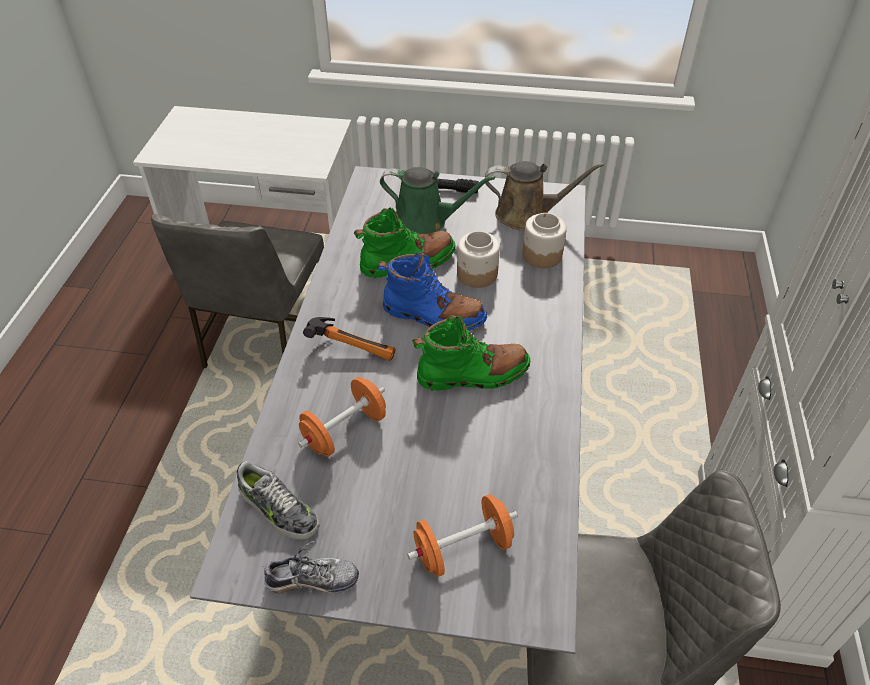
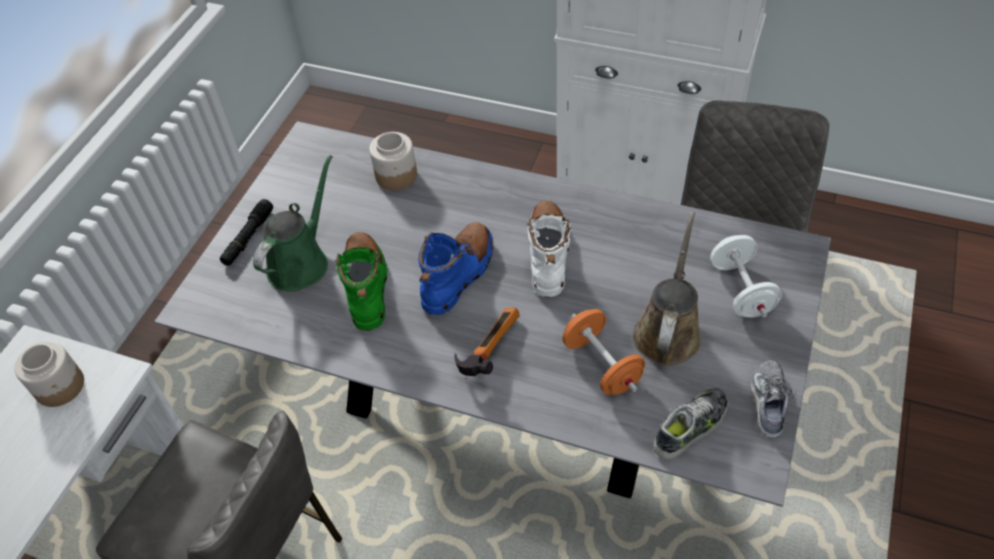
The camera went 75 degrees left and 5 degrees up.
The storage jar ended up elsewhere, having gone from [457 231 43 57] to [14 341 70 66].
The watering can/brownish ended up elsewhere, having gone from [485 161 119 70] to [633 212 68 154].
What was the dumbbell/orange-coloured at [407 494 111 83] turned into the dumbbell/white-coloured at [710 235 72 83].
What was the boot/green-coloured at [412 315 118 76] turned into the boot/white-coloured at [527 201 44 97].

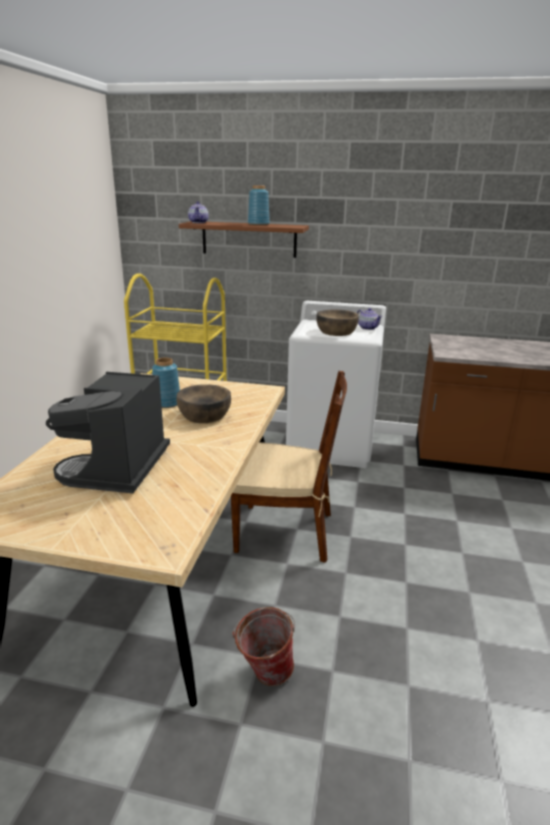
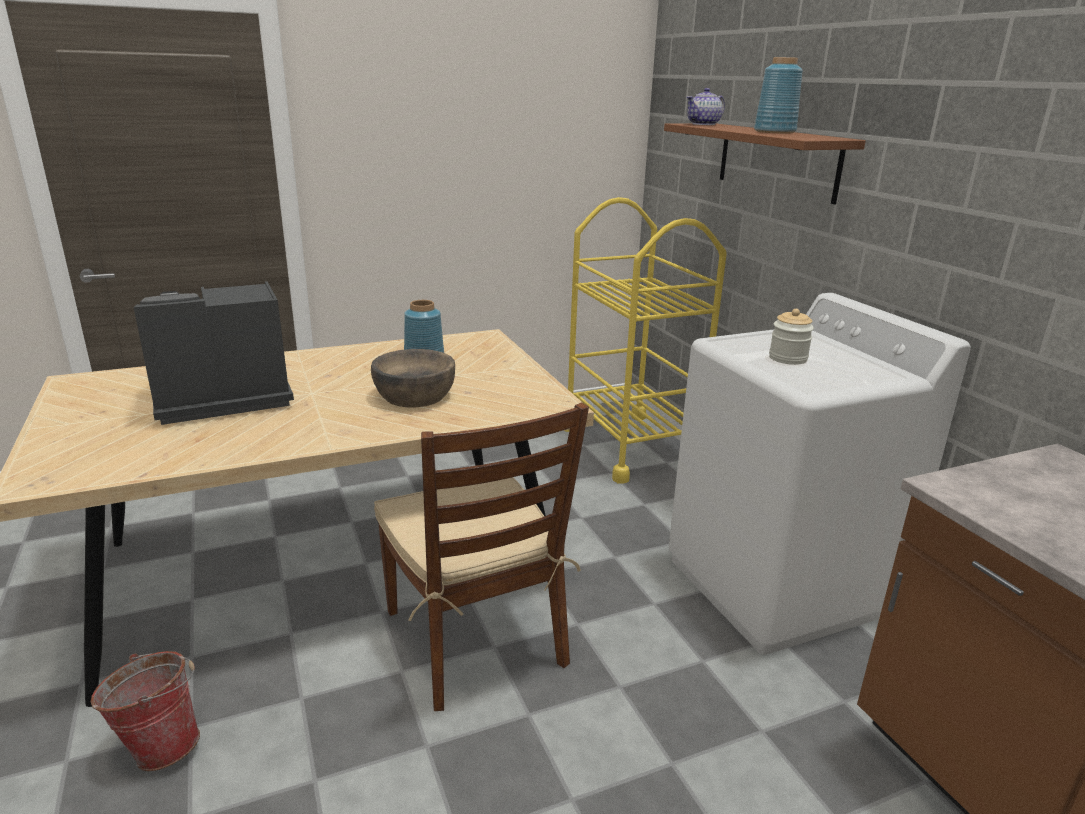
The camera went 55 degrees right and 0 degrees up.
The second view lost the pot for tea at [357 308 25 22].
Where the bowl/brownish stood at [316 309 43 27], the storage jar came to stand at [769 309 45 56].

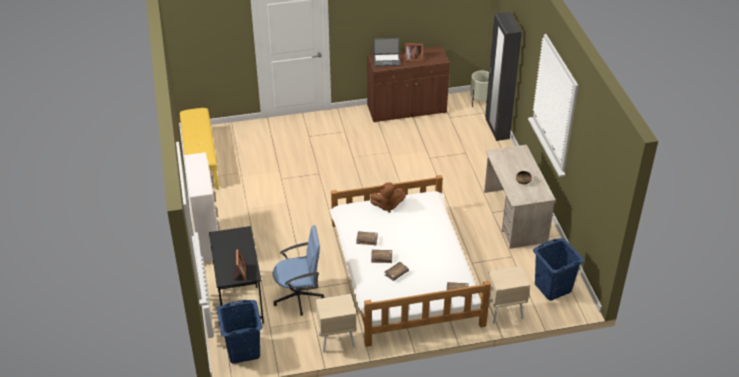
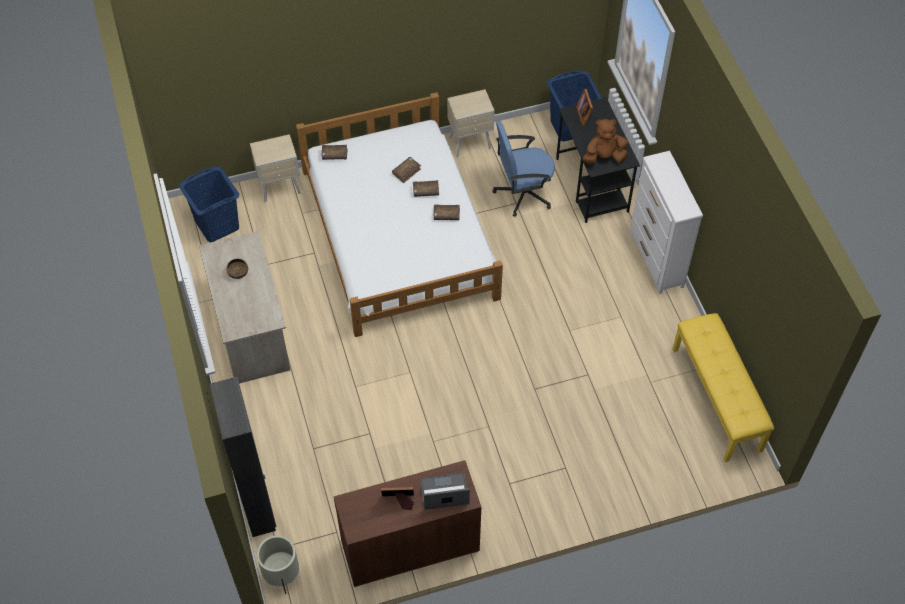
The camera went 175 degrees right and 15 degrees up.
The cuddly toy/brownish ended up elsewhere, having gone from [370 183 36 30] to [583 119 45 46].

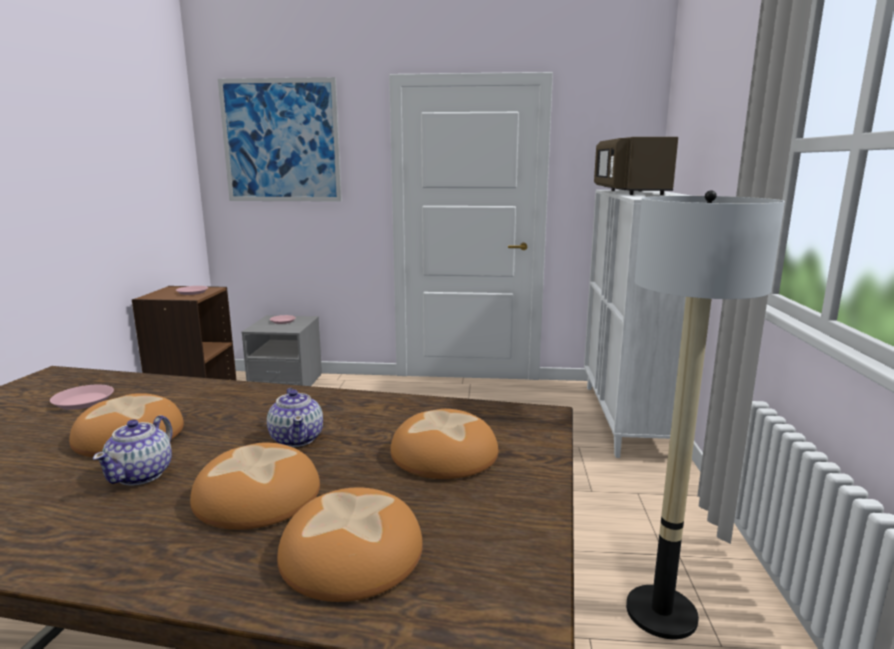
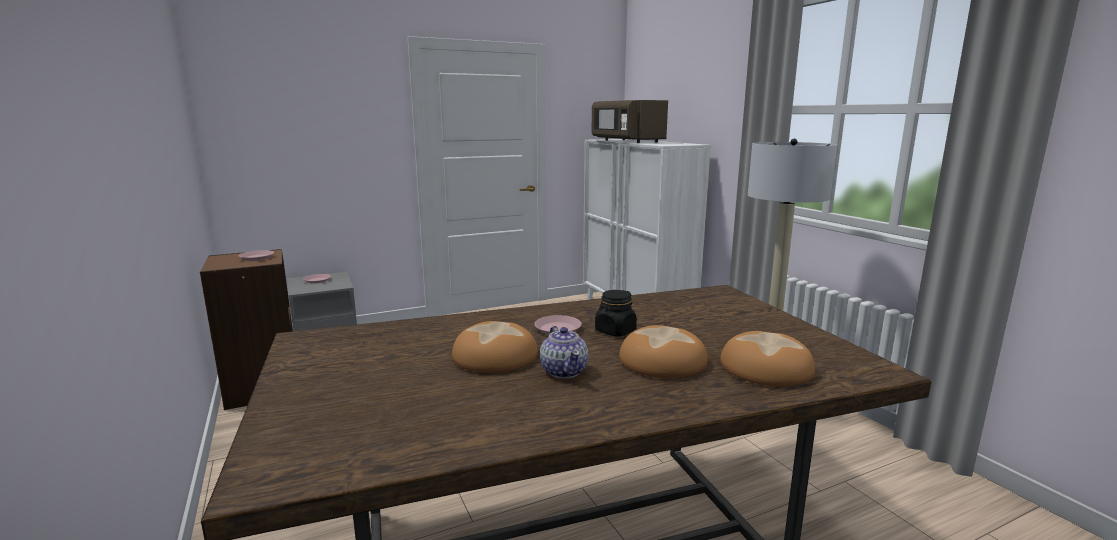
The camera went 30 degrees left and 0 degrees up.
The second view lost the picture at [218 77 124 125].
The second view lost the baked bread at [390 409 108 70].
The plate/pinkish ended up elsewhere, having gone from [50 385 64 25] to [535 315 47 20].
Where the pot for tea stood at [267 388 56 59], the storage jar/black-coloured came to stand at [595 290 42 46].

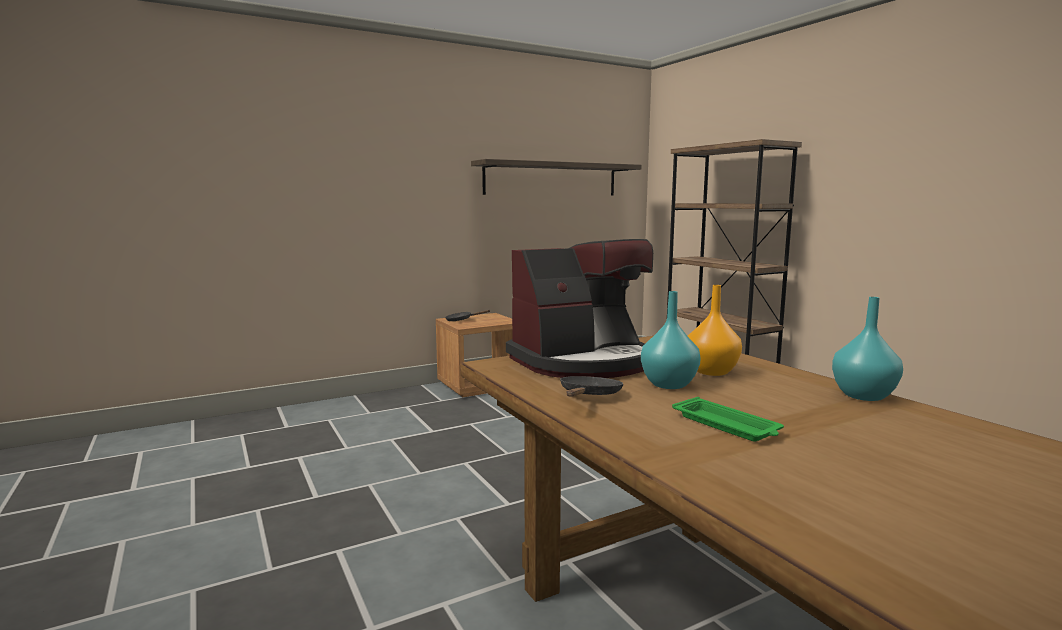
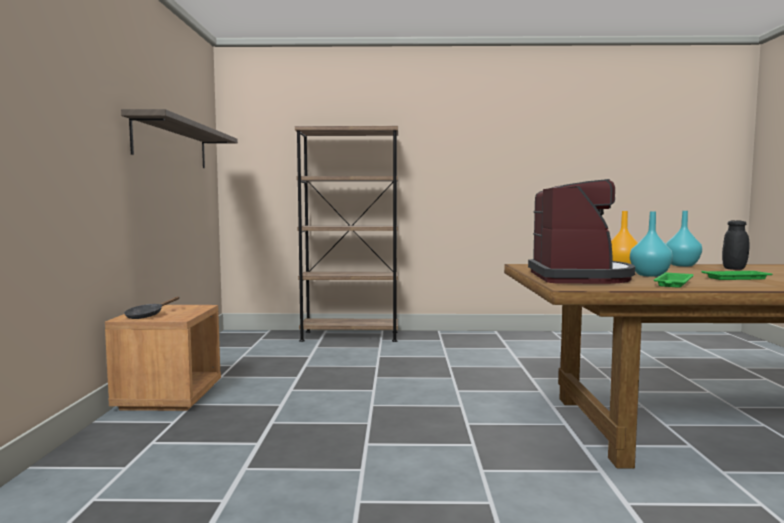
The camera went 60 degrees left and 5 degrees down.
The second view gained the storage jar/black-coloured at [722 220 28 50].
Where the pan/black-coloured stood at [560 376 64 21], the tray/green-coloured came to stand at [654 272 39 16].

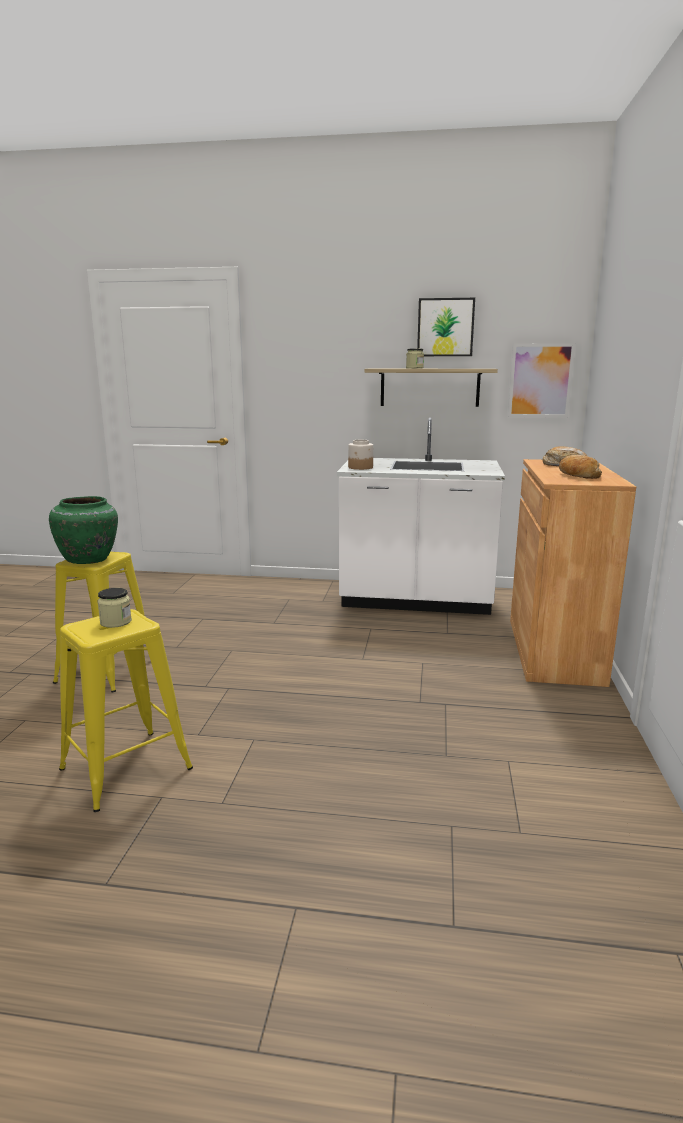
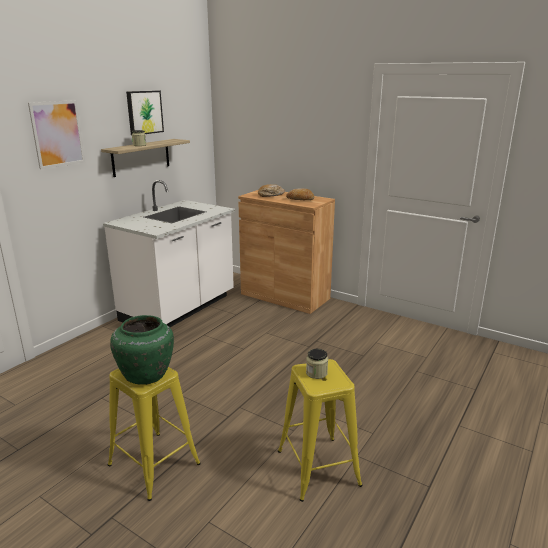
The camera went 65 degrees left and 5 degrees up.
The second view lost the storage jar at [348 440 25 30].
The picture ended up elsewhere, having gone from [508 343 68 75] to [28 100 57 69].

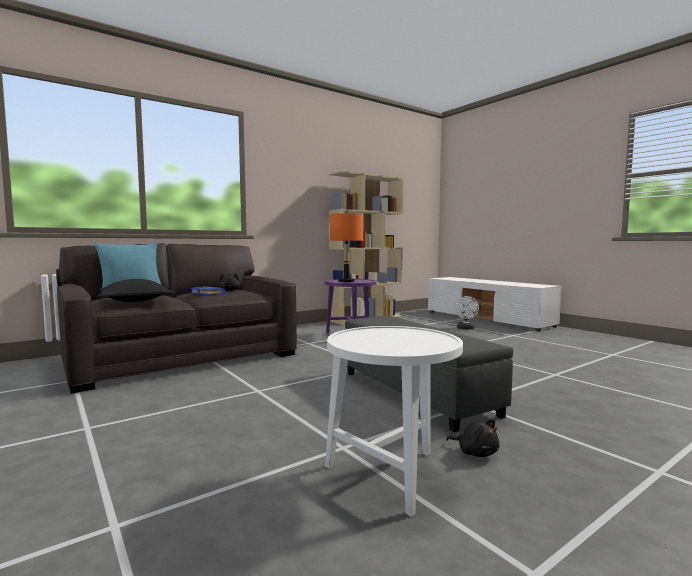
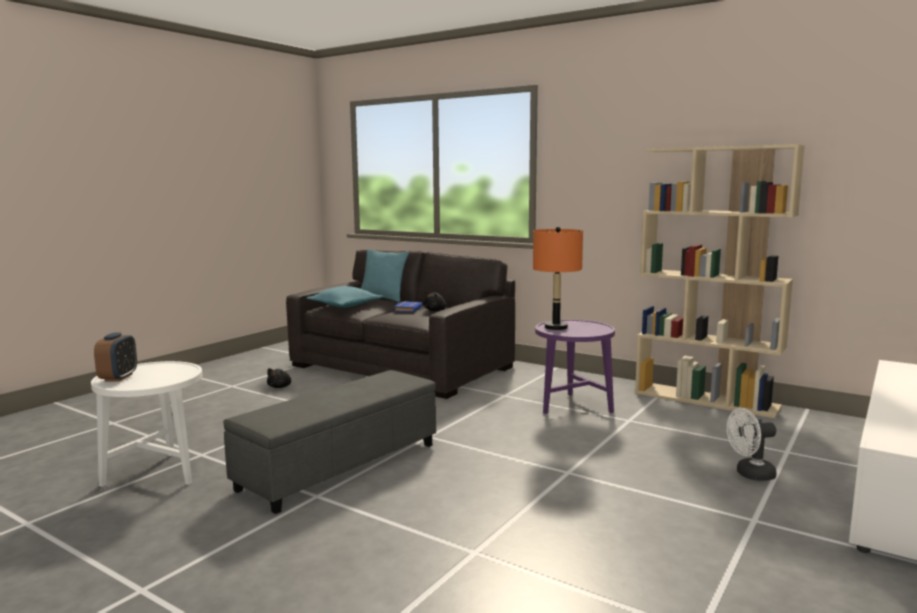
The camera went 70 degrees right and 5 degrees up.
The second view gained the bedside clock at [94 332 43 49].
The cuddly toy/black-coloured ended up elsewhere, having gone from [446 420 54 37] to [267 368 24 20].
What was the throw pillow/black-coloured at [97 279 76 23] turned into the throw pillow/turquoise at [306 286 77 21].

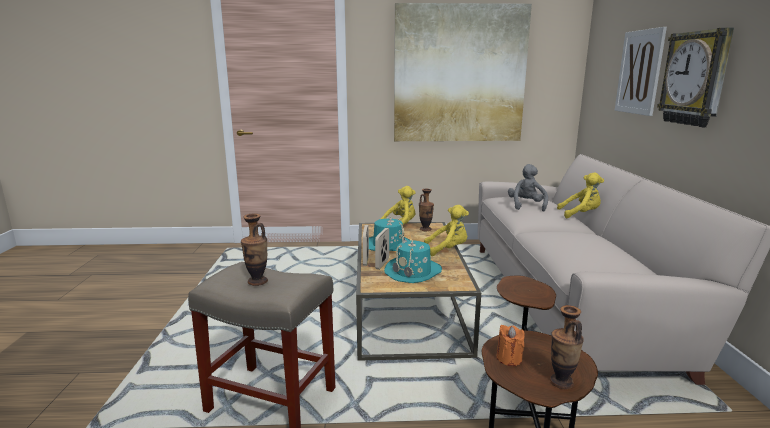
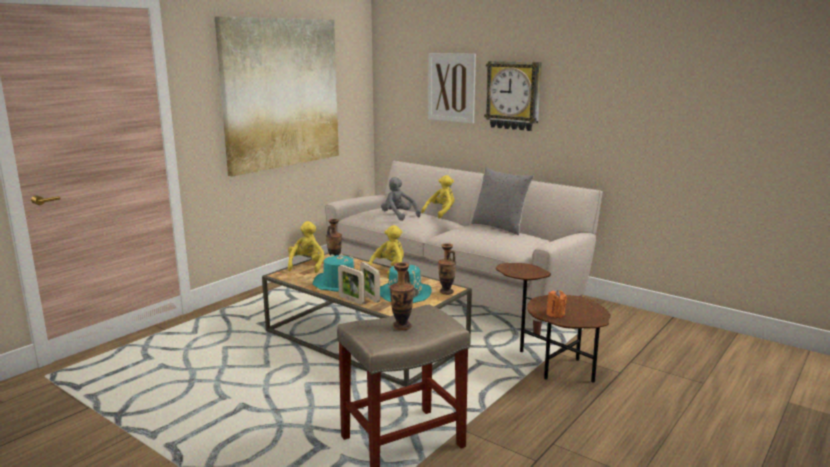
The camera went 50 degrees left and 0 degrees up.
The second view gained the throw pillow/grey at [471 167 63 68].
The flower vase ended up elsewhere, having gone from [550 305 34 84] to [438 243 18 52].

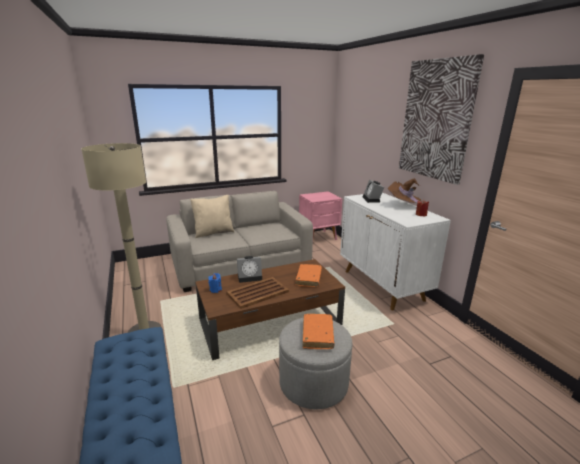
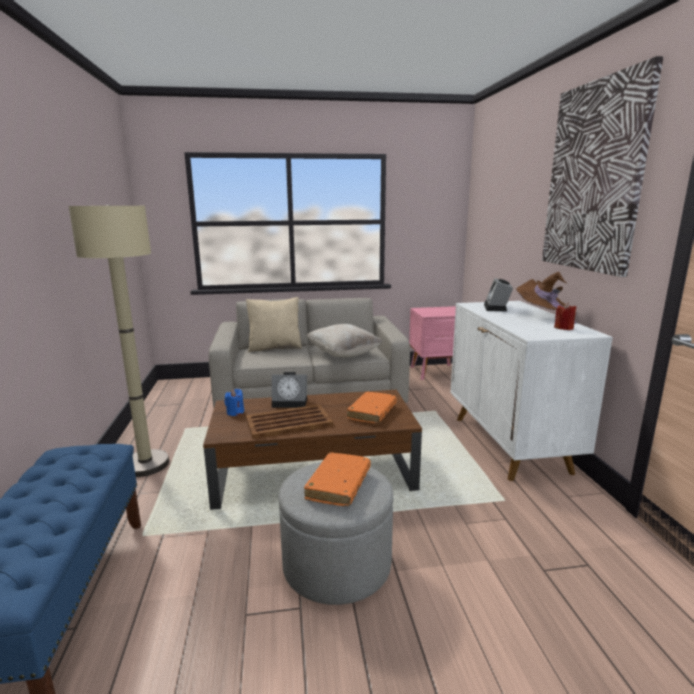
The camera went 15 degrees right and 5 degrees down.
The second view gained the throw pillow/beige-coloured at [306 324 77 33].

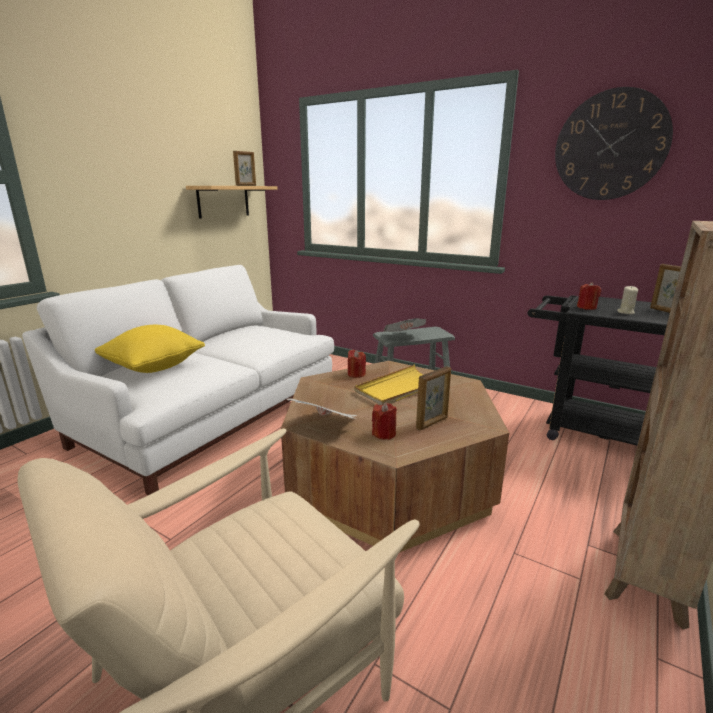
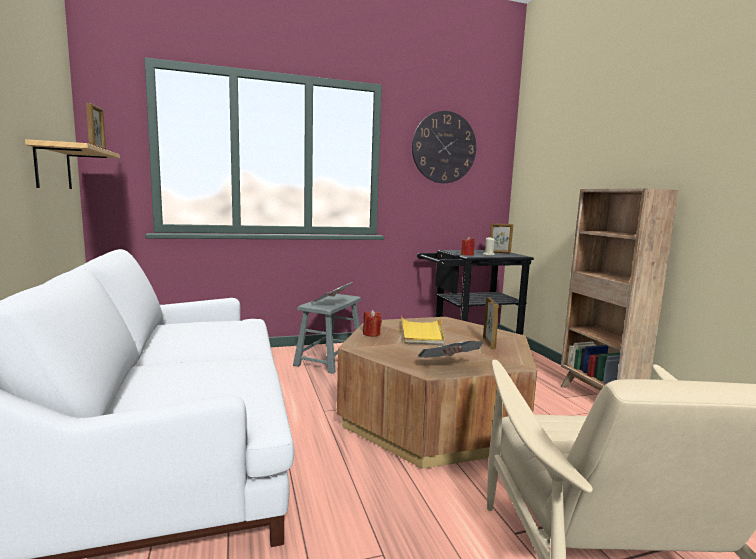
The camera went 50 degrees left and 10 degrees down.
The second view lost the throw pillow/yellow-coloured at [95 325 110 48].
The second view lost the candle/red at [372 402 25 38].

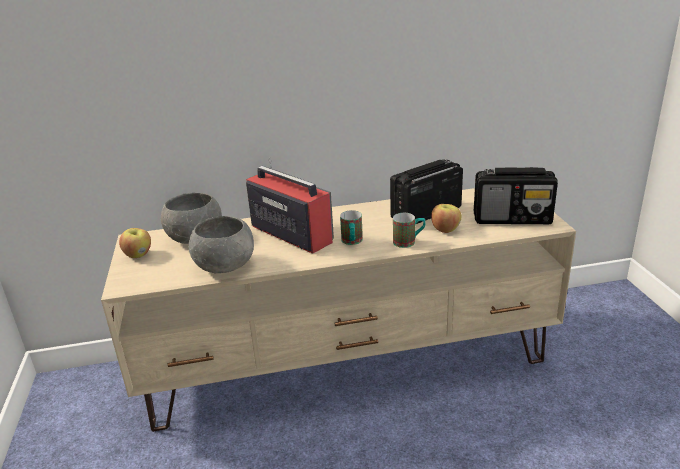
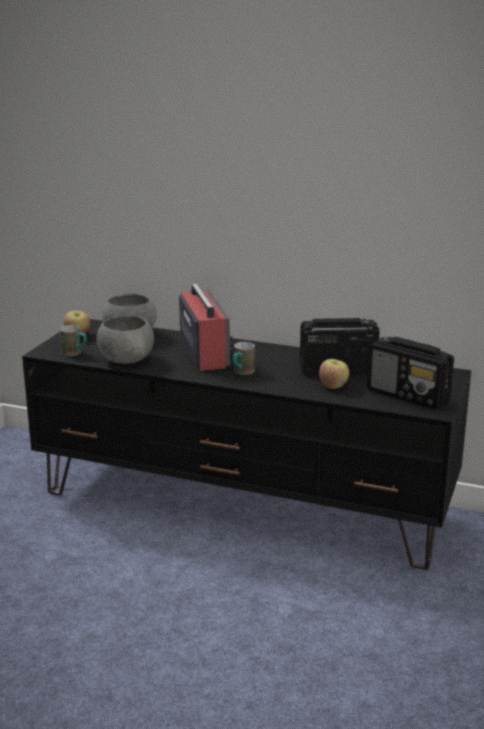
The camera went 30 degrees right and 5 degrees down.
The mug ended up elsewhere, having gone from [393 213 32 35] to [59 325 28 31].
What was the tv stand/beige-coloured at [101 188 475 244] turned into the tv stand/black-coloured at [22 319 449 251].

